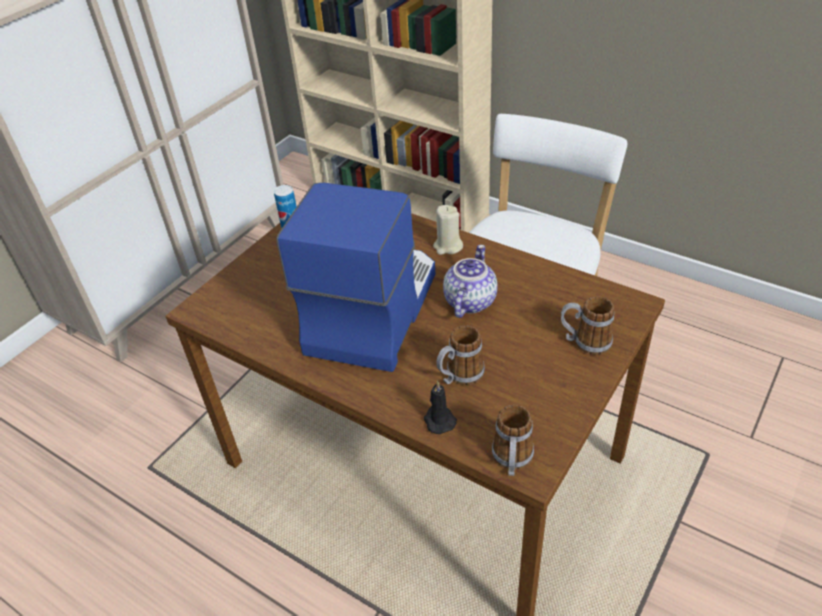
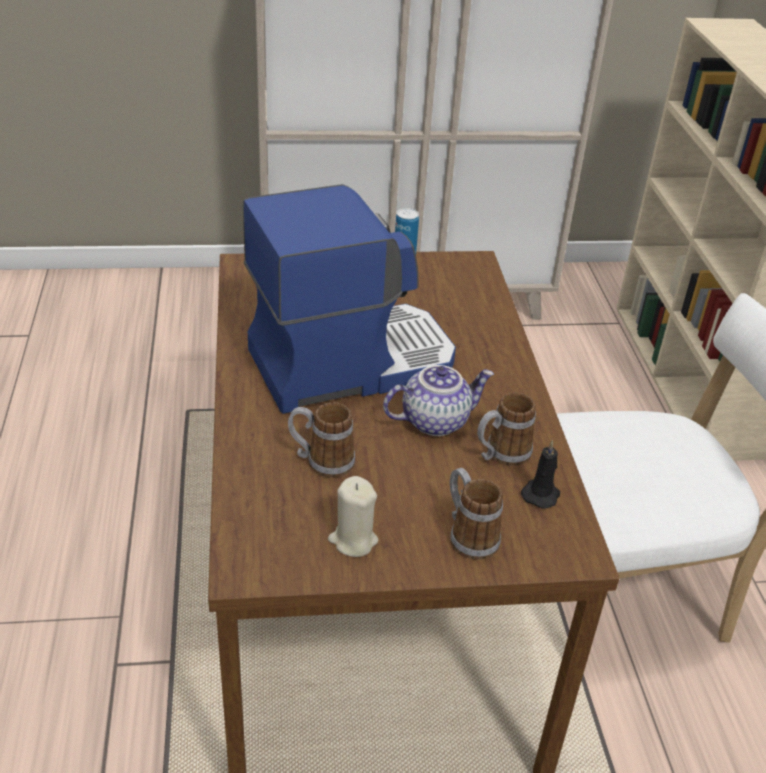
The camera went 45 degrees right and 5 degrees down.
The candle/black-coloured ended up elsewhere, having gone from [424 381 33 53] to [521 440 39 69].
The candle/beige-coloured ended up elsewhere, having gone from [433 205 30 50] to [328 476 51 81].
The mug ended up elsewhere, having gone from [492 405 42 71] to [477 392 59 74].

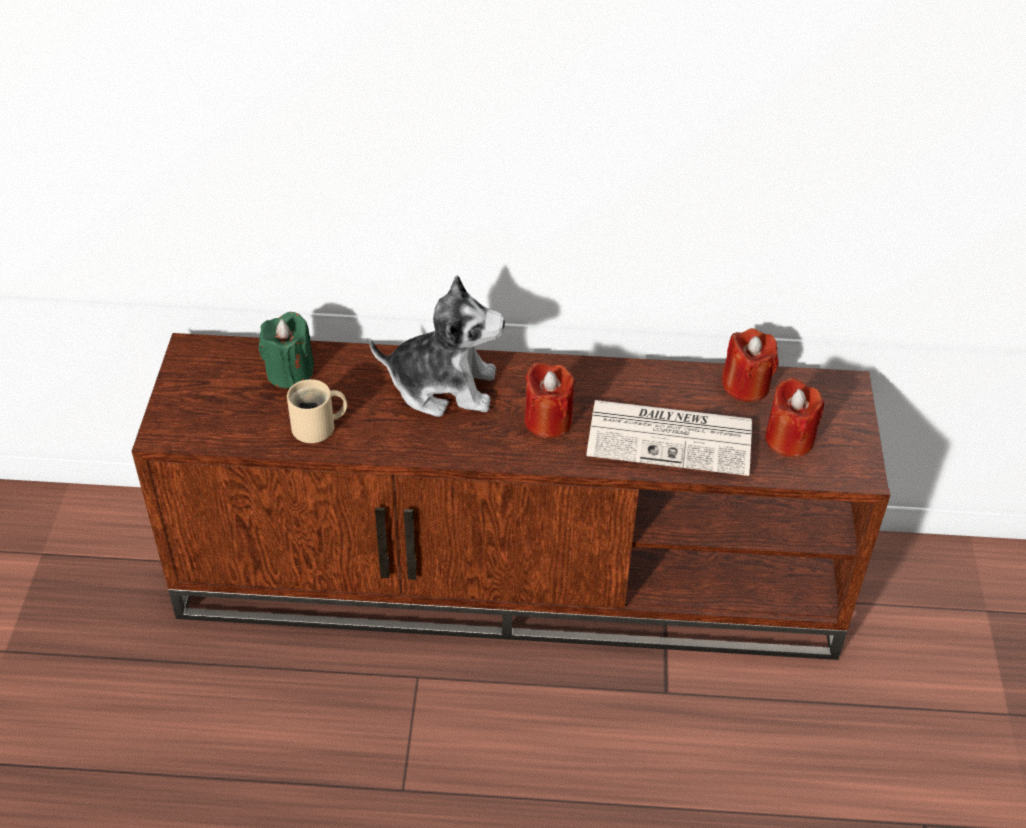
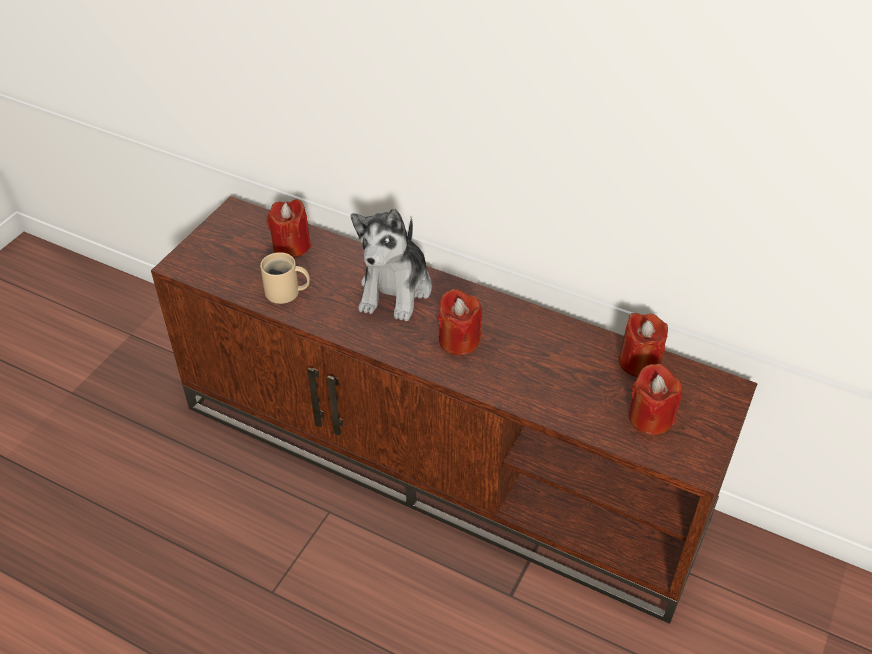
The camera went 25 degrees right and 0 degrees up.
The second view lost the daily paper at [586 400 166 76].
What was the candle/green-coloured at [259 312 55 76] turned into the candle/red at [267 199 44 59].
The cuddly toy at [369 276 136 141] ended up facing another way, 75 degrees clockwise from before.

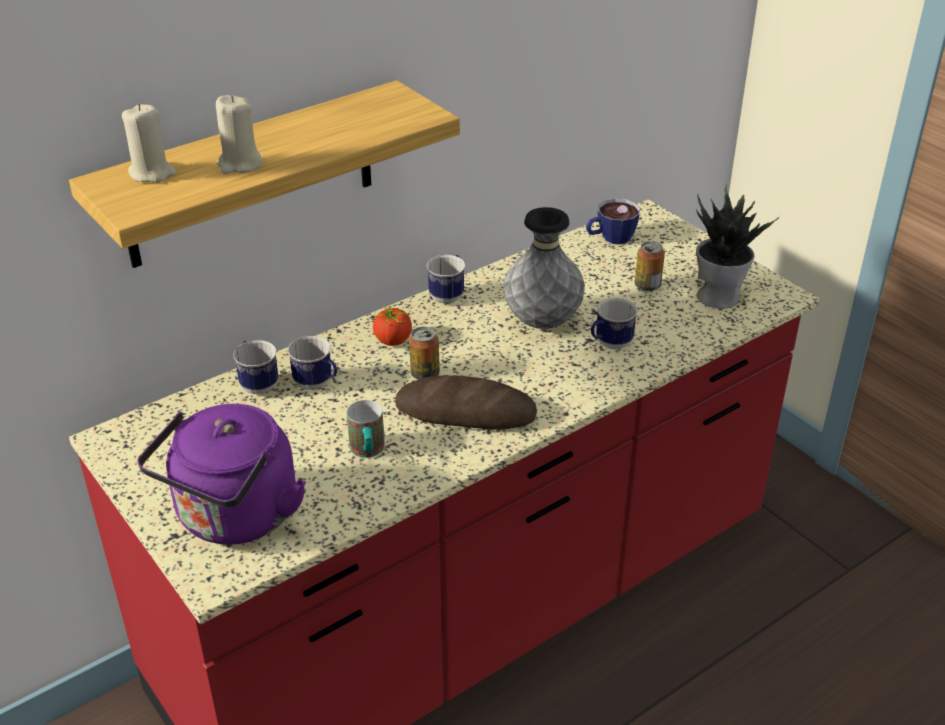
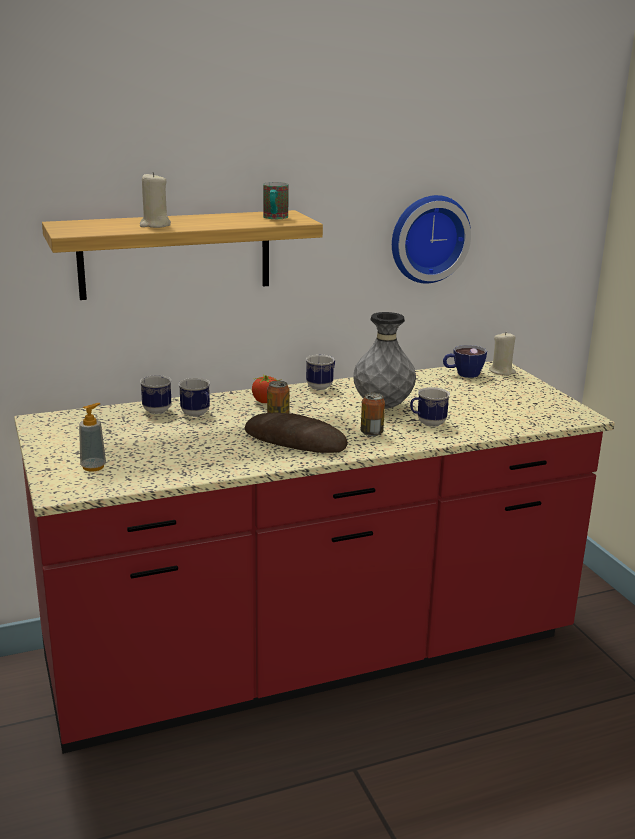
The camera went 15 degrees right and 15 degrees down.
The second view lost the potted plant at [696 187 83 122].
The second view gained the wall clock at [392 195 79 88].
The candle/beige-coloured ended up elsewhere, having gone from [122 104 54 79] to [489 332 27 44].
The mug ended up elsewhere, having gone from [347 400 38 58] to [263 182 26 37].
The metal can ended up elsewhere, having gone from [635 241 30 50] to [361 393 24 43].
Where the kettle/purplish stood at [137 404 169 141], the liquid soap bottle came to stand at [79 403 27 69].

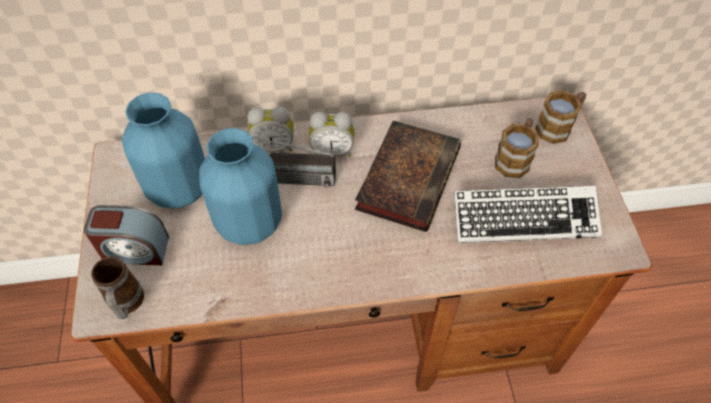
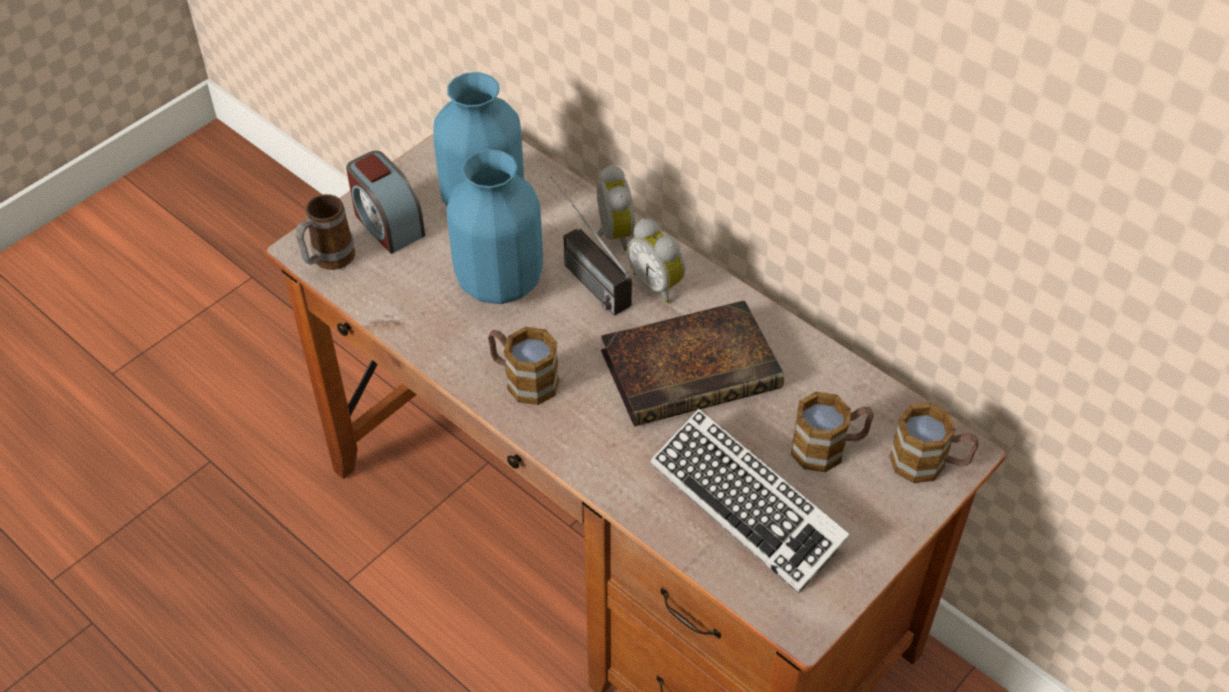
The camera went 50 degrees right and 5 degrees down.
The second view gained the mug at [488 327 71 78].
The bedside clock at [247 107 46 45] ended up facing another way, 150 degrees counterclockwise from before.

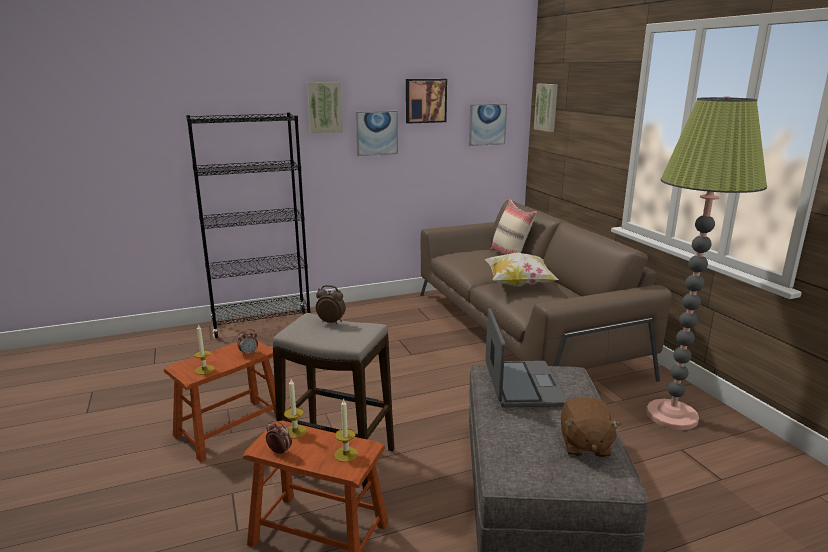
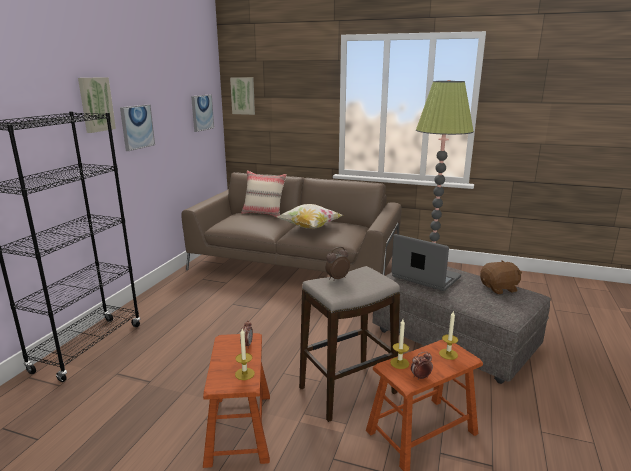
The camera went 50 degrees left and 0 degrees up.
The second view lost the picture at [406 79 41 45].
The cuddly toy/brownish at [561 397 60 61] ended up facing another way, 60 degrees counterclockwise from before.

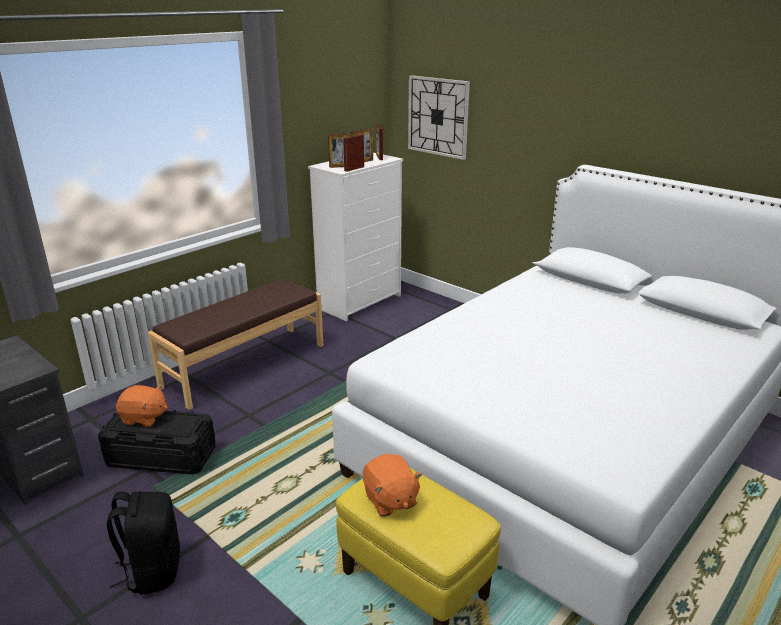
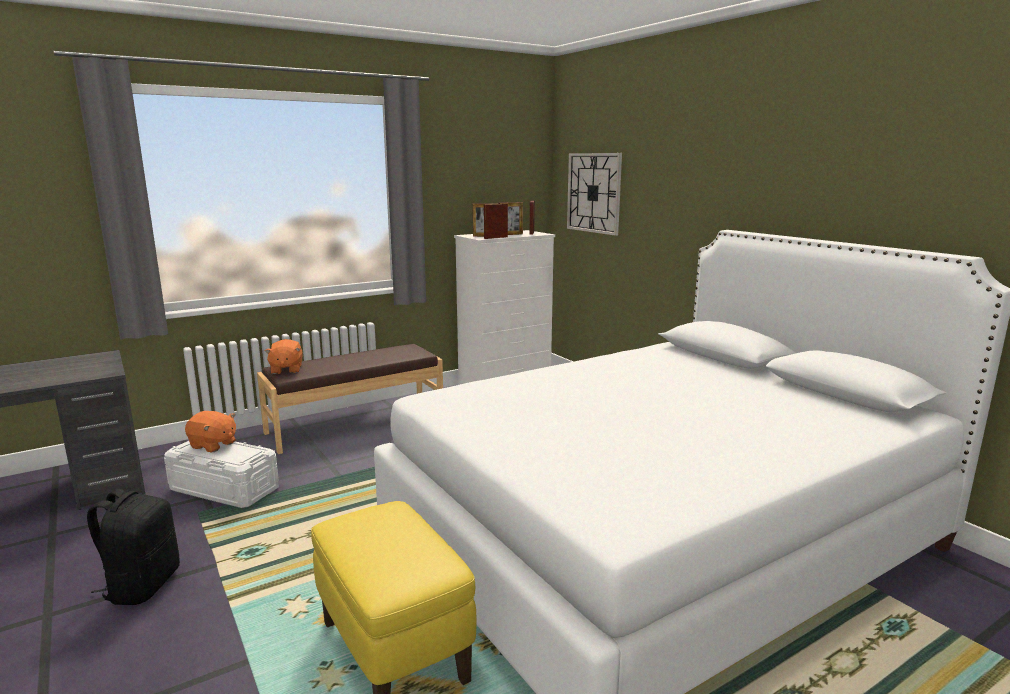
The camera went 15 degrees right and 10 degrees down.
The cuddly toy/orange-coloured ended up elsewhere, having gone from [363 454 59 63] to [265 339 38 35].
What was the storage container/black-coloured at [98 410 118 65] turned into the storage container/white-coloured at [164 441 115 67].

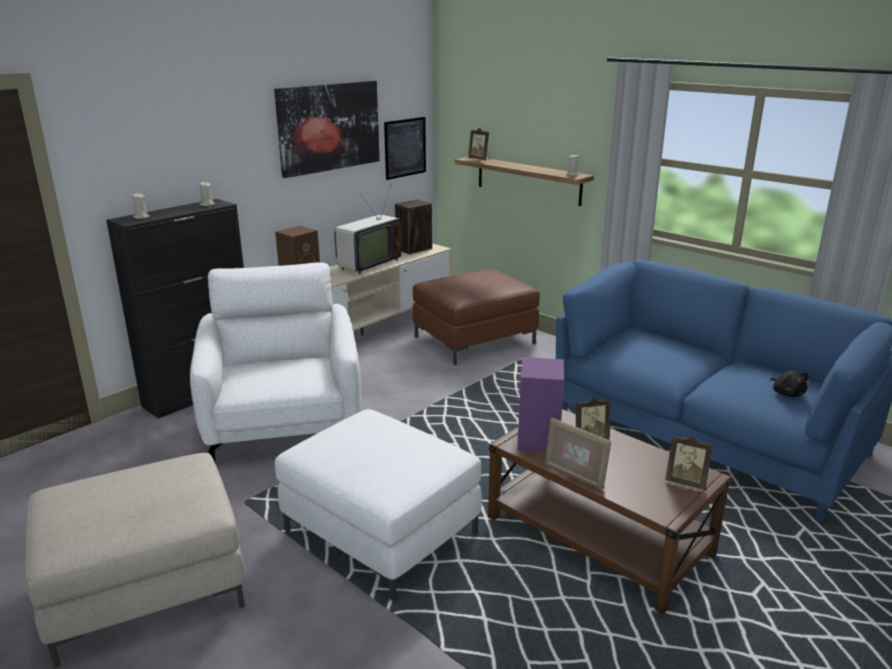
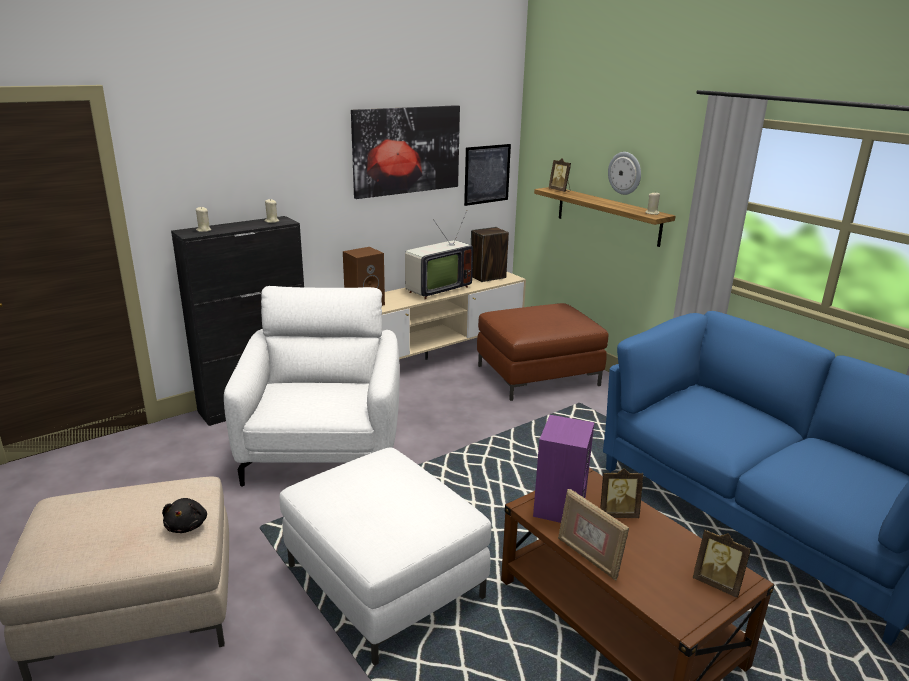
The camera went 10 degrees right and 0 degrees up.
The second view gained the wall clock at [608 152 33 43].
The cuddly toy/black-coloured ended up elsewhere, having gone from [770 371 38 26] to [162 498 45 35].

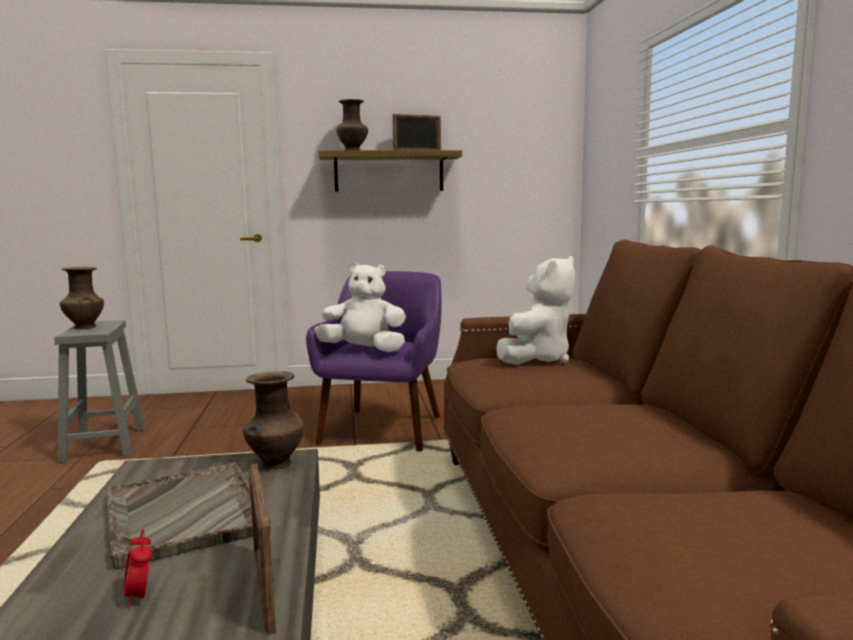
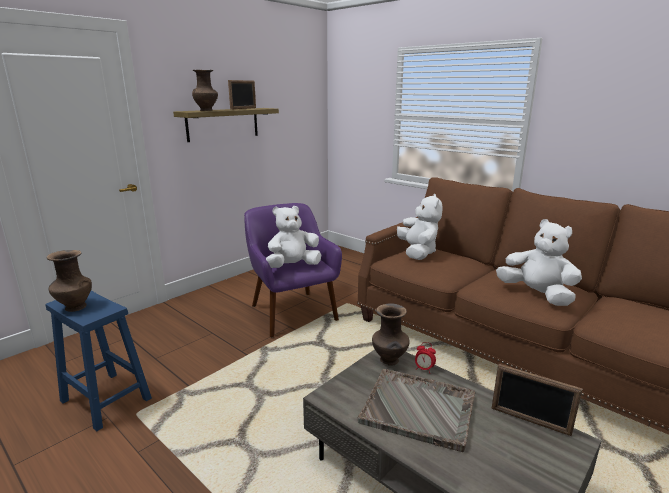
The camera went 40 degrees left and 10 degrees up.
The second view gained the cuddly toy/white-coloured at [496 219 86 87].
The bedside clock ended up elsewhere, having gone from [123 529 29 79] to [415 342 21 31].
What was the sitting stool/grey at [54 320 91 143] turned into the sitting stool/blue at [46 291 106 140].

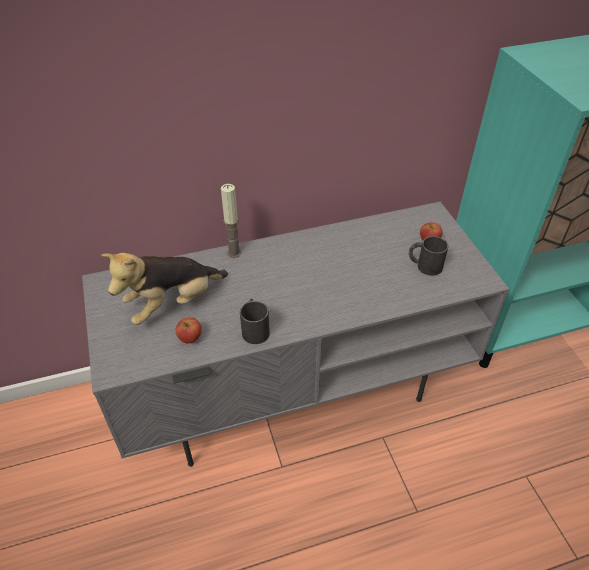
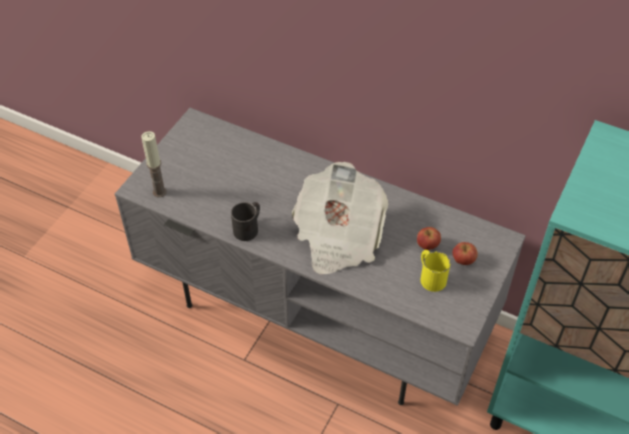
The camera went 45 degrees right and 5 degrees up.
The second view lost the cuddly toy at [101 253 127 72].
The second view gained the daily paper at [292 162 97 113].
The apple fruit ended up elsewhere, having gone from [175 317 27 26] to [417 227 24 23].
The candle ended up elsewhere, having gone from [221 184 20 74] to [141 131 26 66].
What was the mug/black-coloured at [409 236 39 40] turned into the mug/yellow-coloured at [420 250 30 42].

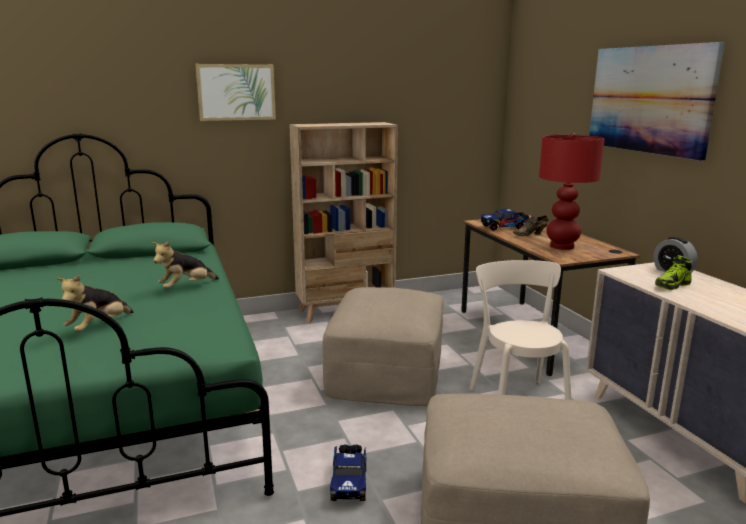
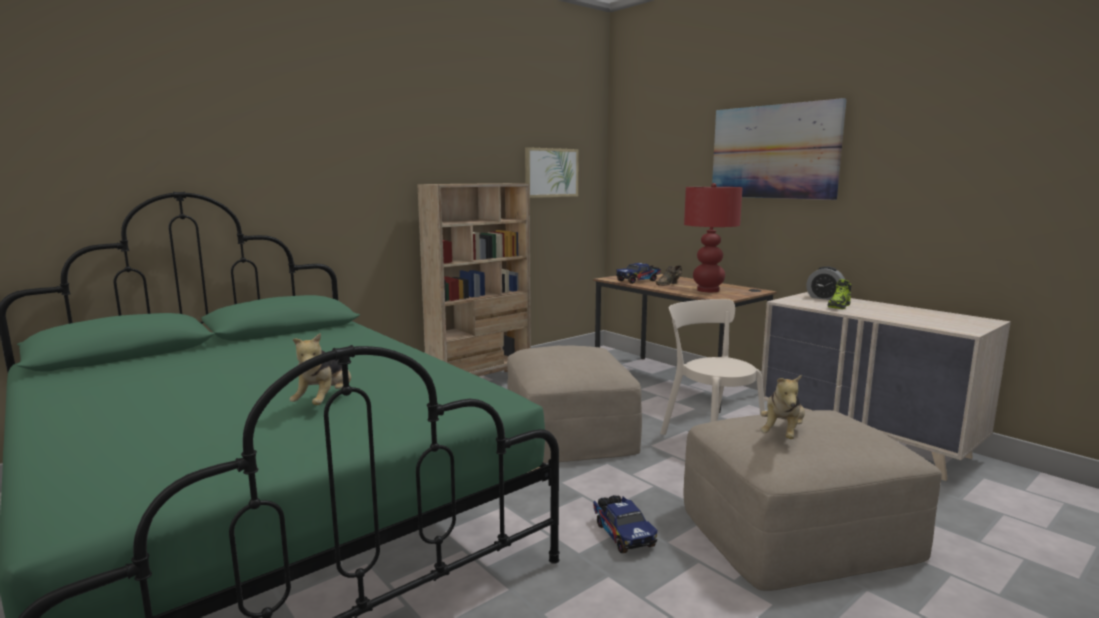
The camera went 20 degrees left and 5 degrees down.
The cuddly toy ended up elsewhere, having gone from [152 241 67 48] to [760 374 45 65].
The picture ended up elsewhere, having gone from [195 64 81 57] to [525 147 54 51].

